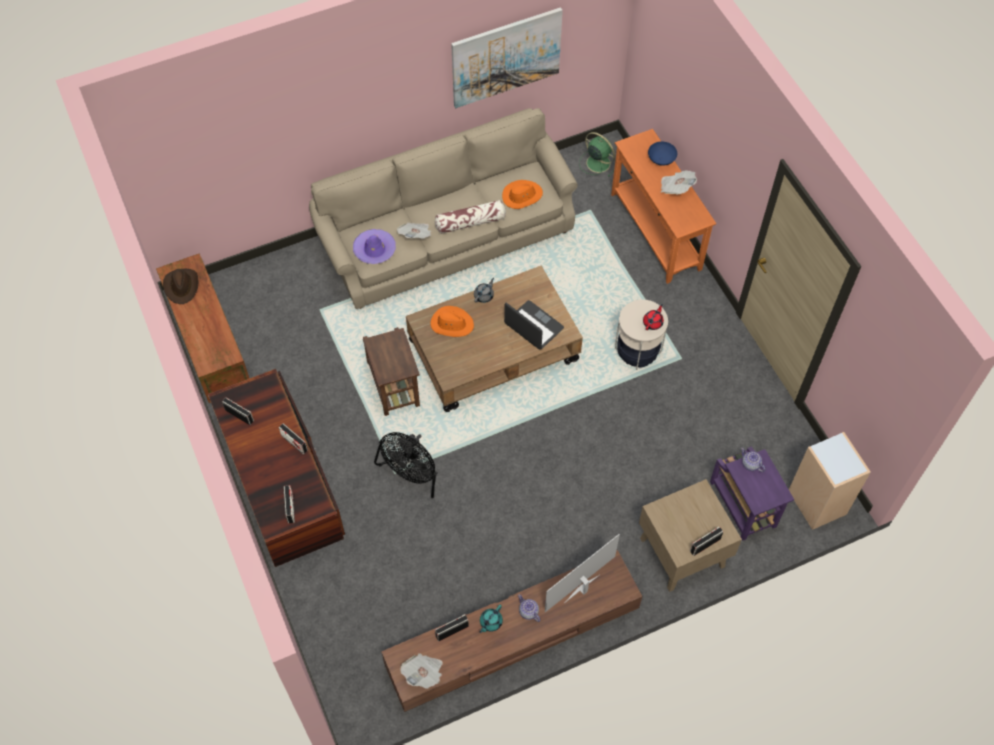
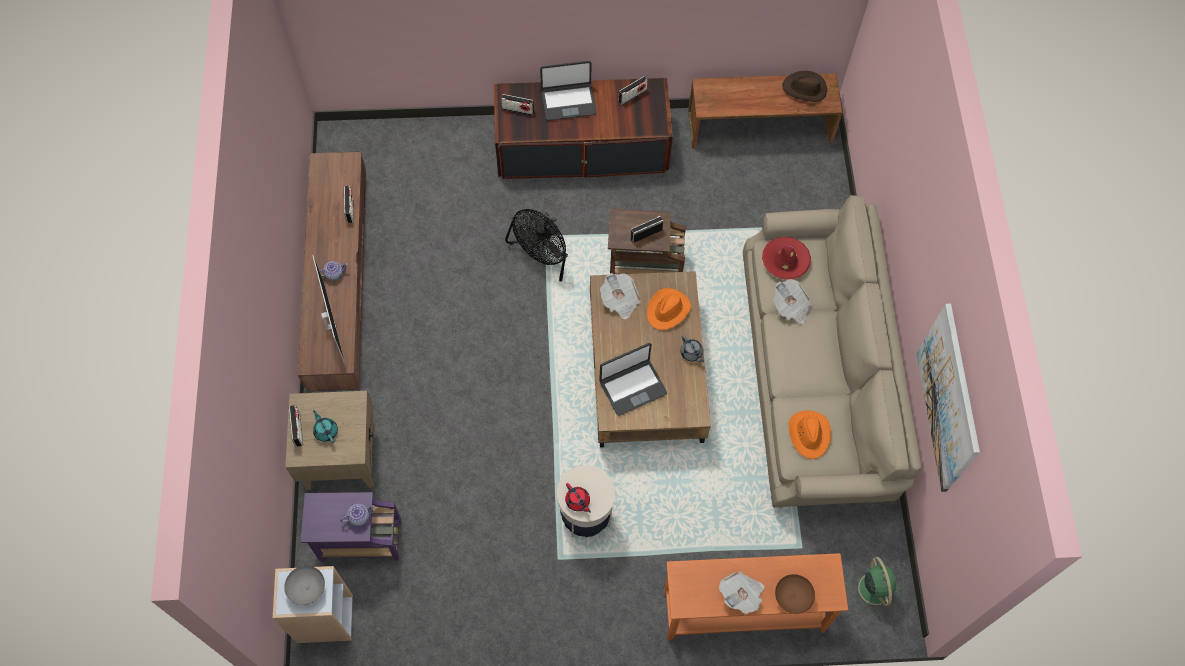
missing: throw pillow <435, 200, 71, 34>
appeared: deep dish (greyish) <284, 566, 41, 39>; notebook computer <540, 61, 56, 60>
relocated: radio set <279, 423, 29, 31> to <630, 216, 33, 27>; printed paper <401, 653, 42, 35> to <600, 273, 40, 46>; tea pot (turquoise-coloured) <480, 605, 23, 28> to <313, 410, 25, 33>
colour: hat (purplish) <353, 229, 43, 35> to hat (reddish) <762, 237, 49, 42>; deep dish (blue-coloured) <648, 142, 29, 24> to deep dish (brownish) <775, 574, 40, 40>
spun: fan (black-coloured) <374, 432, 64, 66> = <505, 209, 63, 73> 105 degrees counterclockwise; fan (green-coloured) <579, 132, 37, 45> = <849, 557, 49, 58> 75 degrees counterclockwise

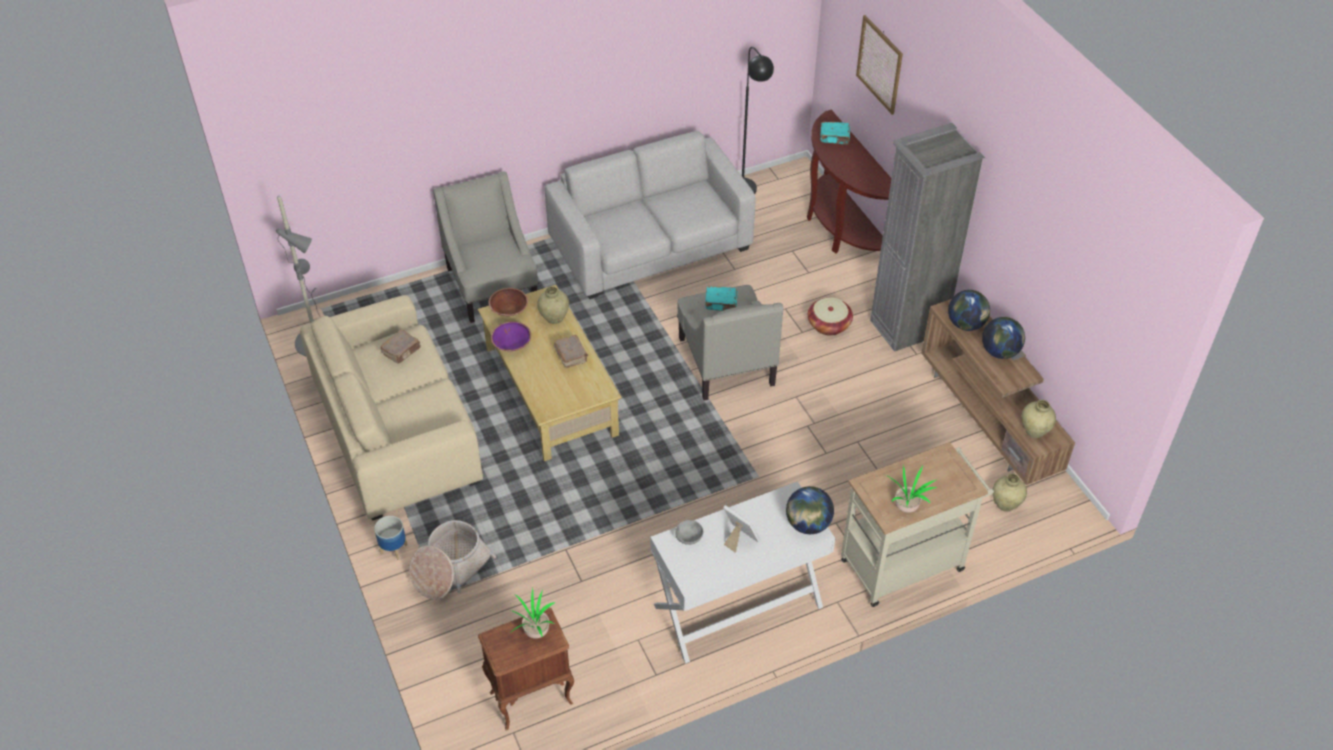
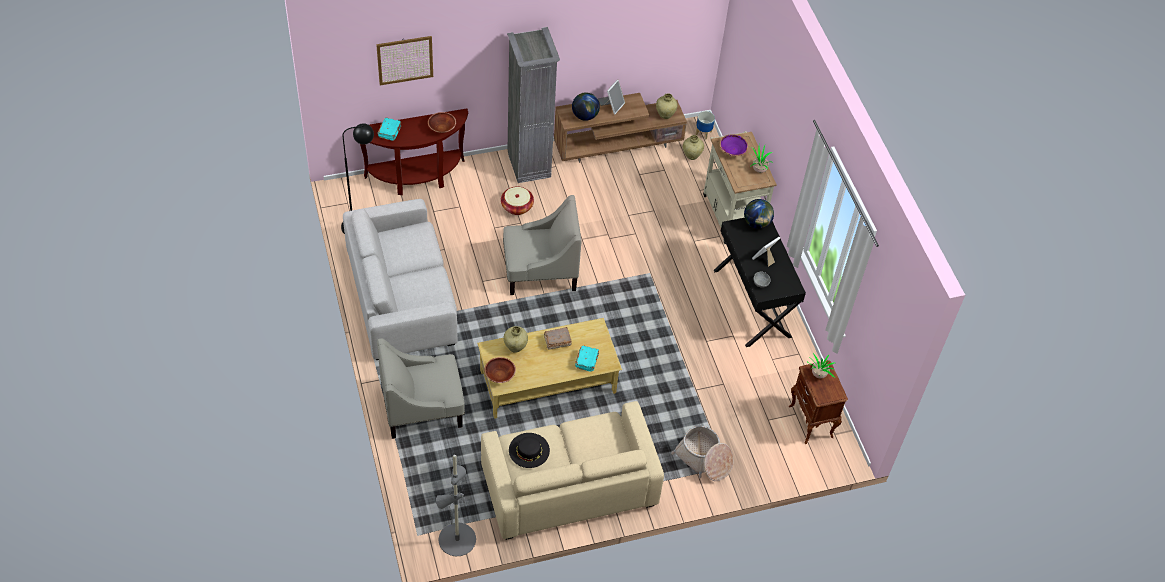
appeared: deep dish (brownish) <428, 112, 28, 21>
relocated: flower pot <374, 516, 33, 44> to <696, 111, 19, 28>; deep dish (purplish) <491, 321, 40, 30> to <720, 134, 28, 22>; book (turquoise-coloured) <705, 286, 33, 25> to <575, 345, 24, 27>
exchanged: book (brownish) <380, 330, 41, 34> to hat (black-coloured) <509, 433, 41, 35>; desk globe <982, 317, 43, 42> to photo frame <605, 80, 20, 34>
colour: narrow table (whitish) <650, 481, 185, 183> to narrow table (black-coloured) <714, 218, 92, 129>

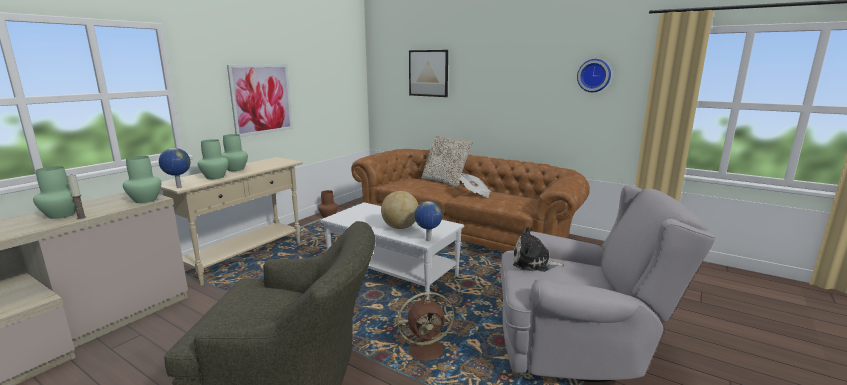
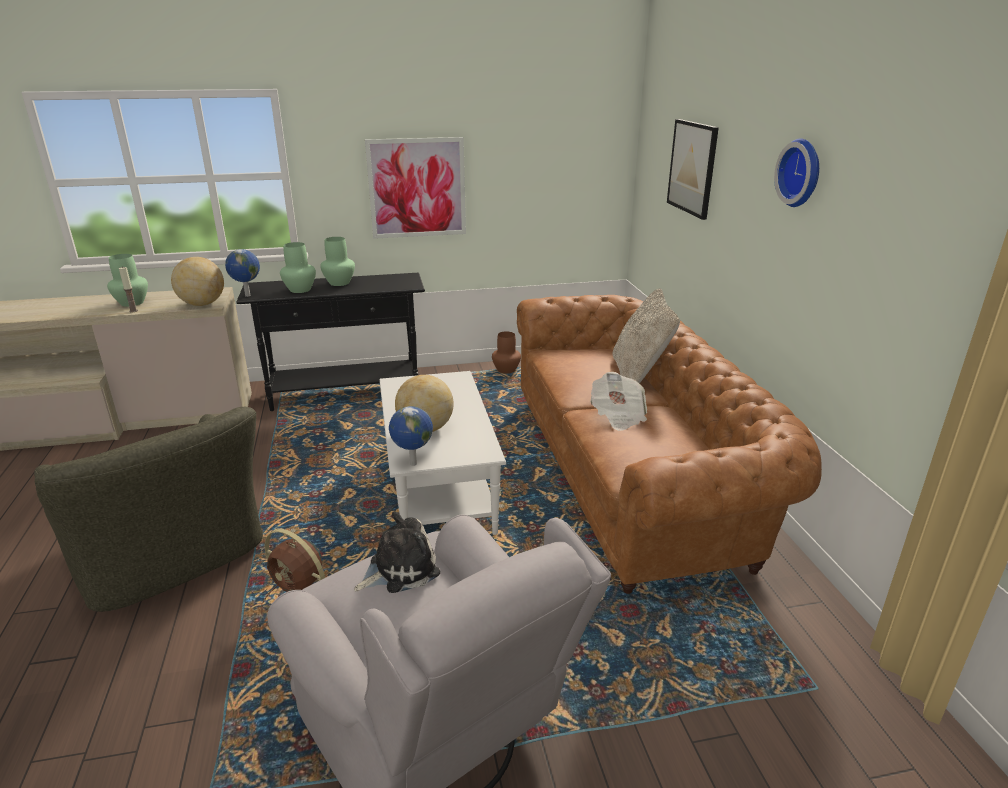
relocated: hanging clock <577, 59, 34, 33> to <774, 138, 45, 69>
exchanged: flower vase (green-coloured) <123, 156, 39, 47> to desk globe <171, 257, 53, 49>
colour: narrow table (sand-coloured) <161, 157, 142, 129> to narrow table (black-coloured) <236, 273, 189, 138>
spun: cuddly toy <513, 227, 52, 45> = <354, 511, 86, 82> 90 degrees clockwise

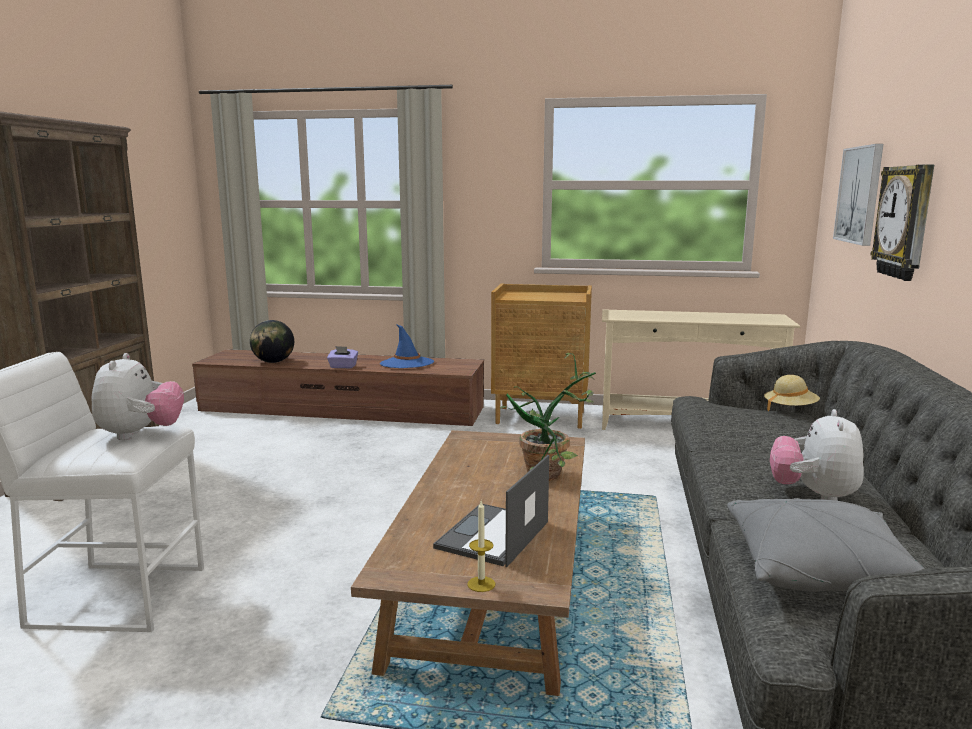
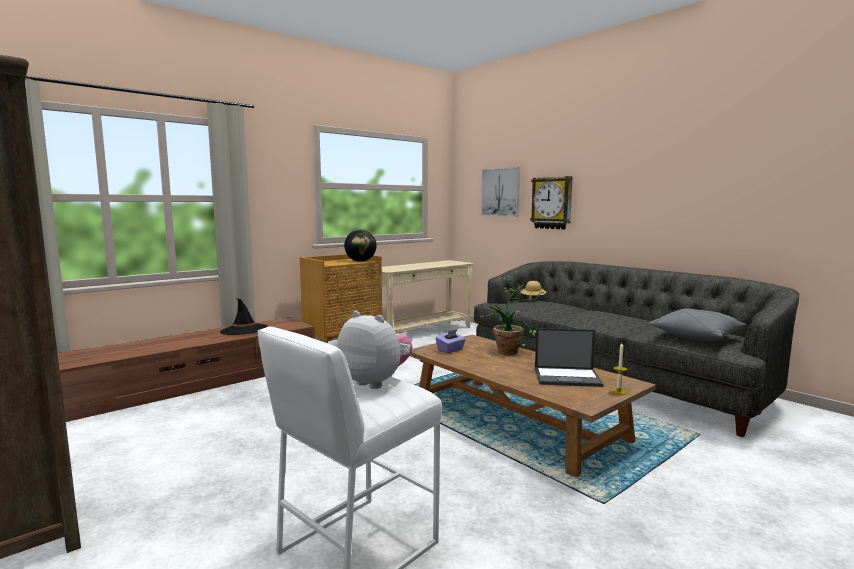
missing: cuddly toy <770, 409, 94, 92>
relocated: desk globe <250, 320, 44, 43> to <344, 230, 32, 32>; tissue box (purplish) <327, 346, 31, 22> to <436, 329, 30, 24>
colour: hat (blue-coloured) <380, 324, 54, 44> to hat (black-coloured) <220, 298, 48, 37>
spun: notebook computer <433, 455, 116, 112> = <535, 328, 68, 59> 60 degrees counterclockwise

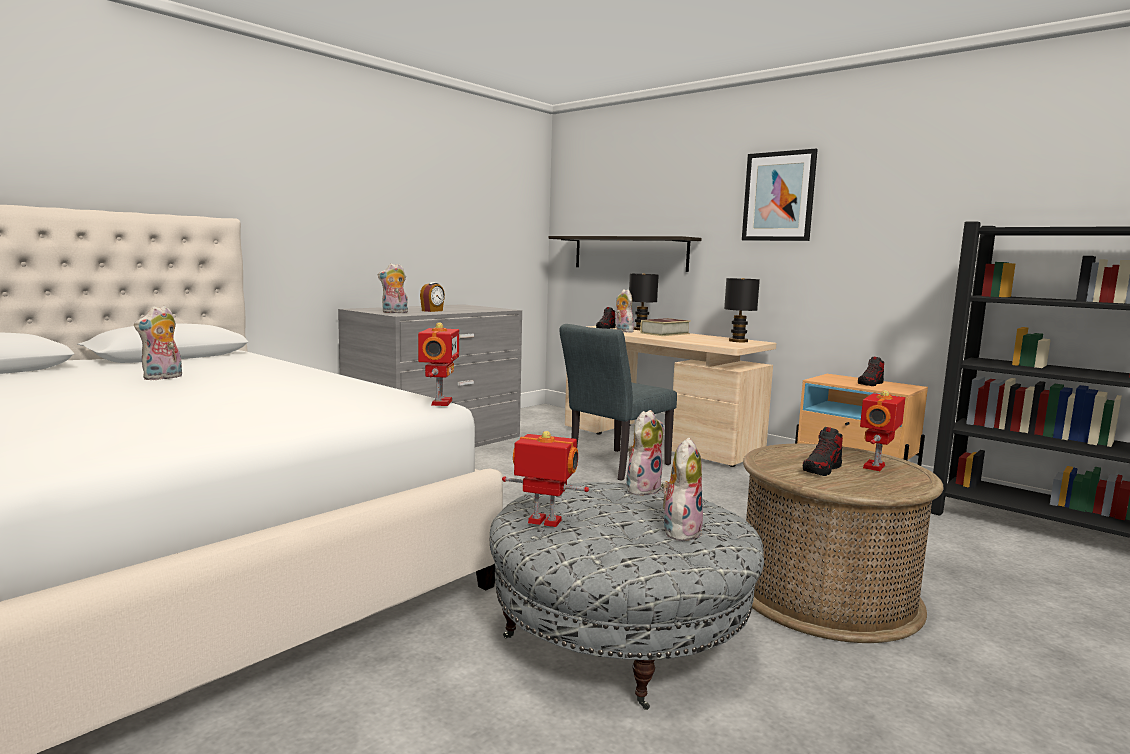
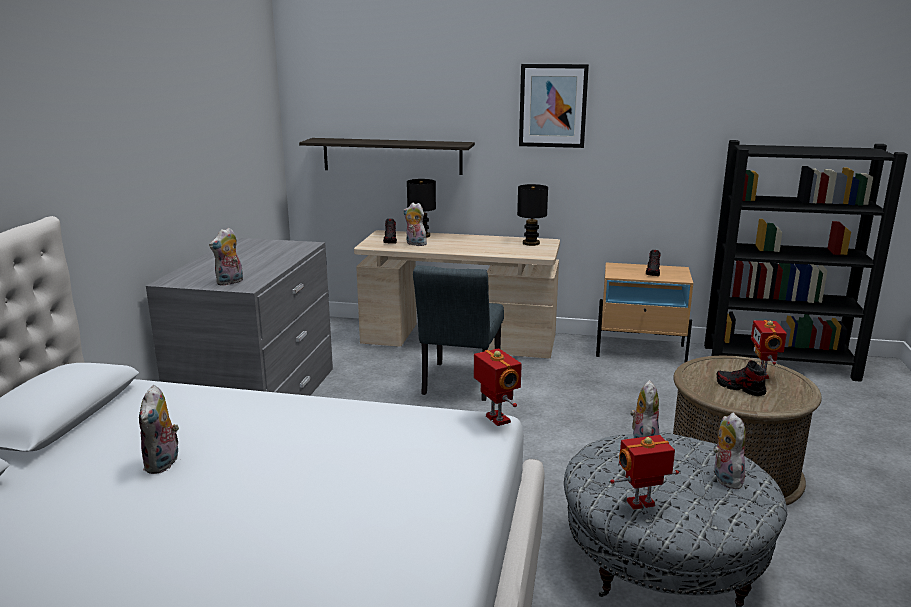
missing: table clock <420, 282, 25, 30>; book <640, 318, 51, 18>
spun: low shoe <803, 427, 40, 49> = <716, 361, 50, 35> 120 degrees clockwise

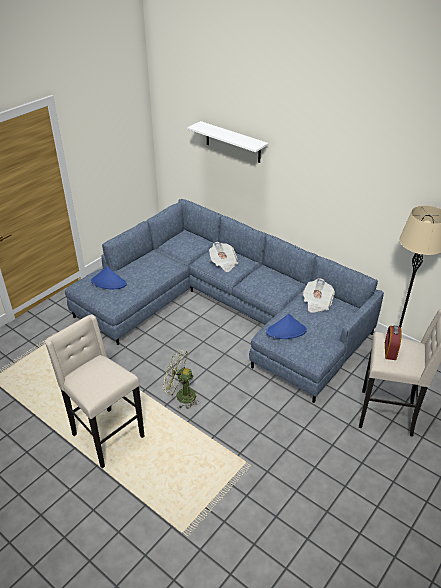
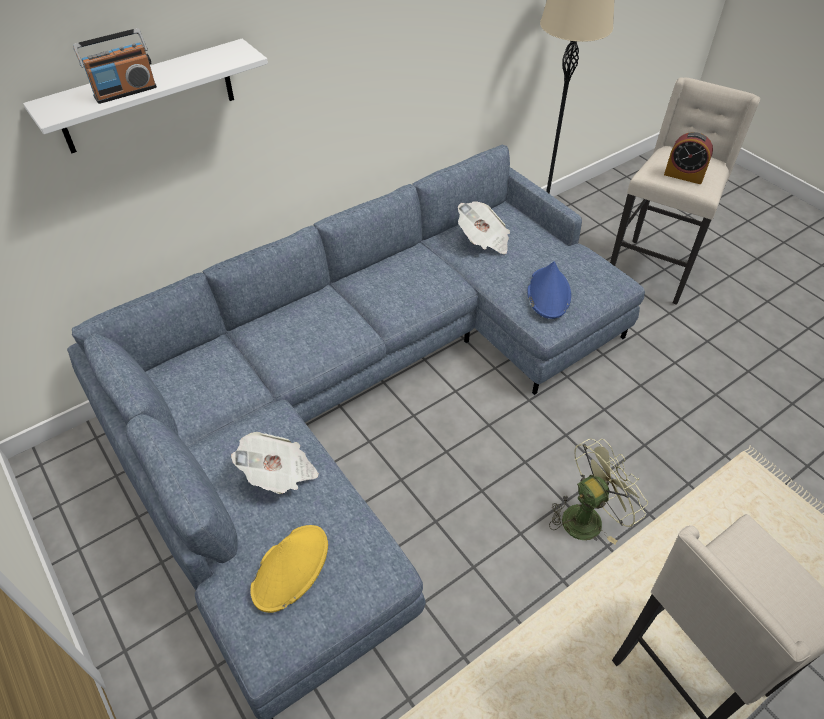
appeared: radio set <73, 28, 84, 76>
relocated: printed paper <209, 242, 29, 30> to <231, 432, 88, 62>
colour: hat (blue-coloured) <91, 266, 36, 23> to hat (yellowish) <250, 525, 78, 88>
spun: fan (green-coloured) <163, 349, 37, 60> = <549, 439, 99, 105> 150 degrees counterclockwise

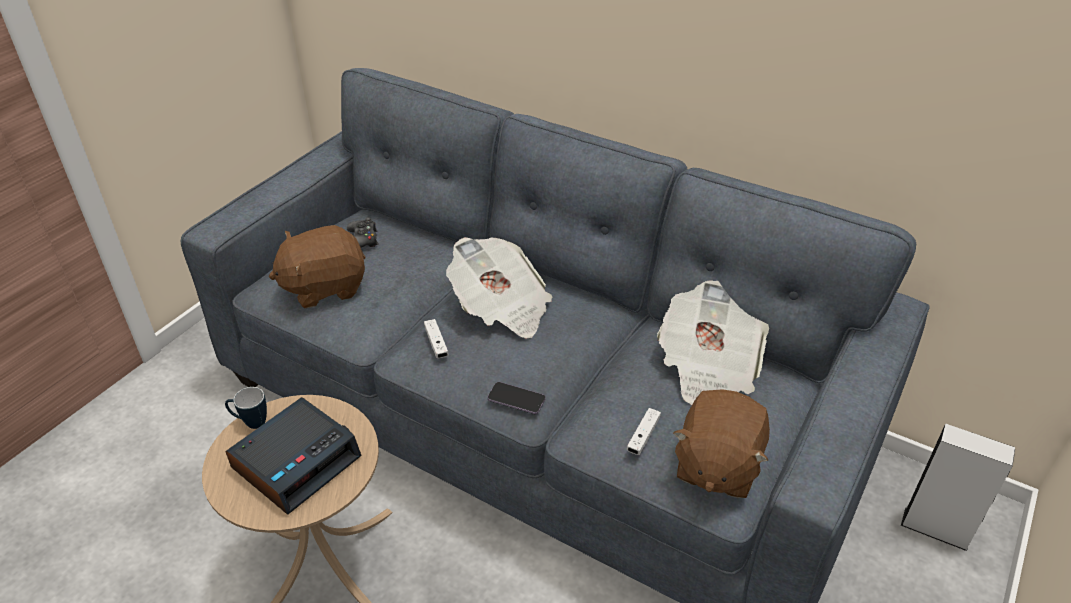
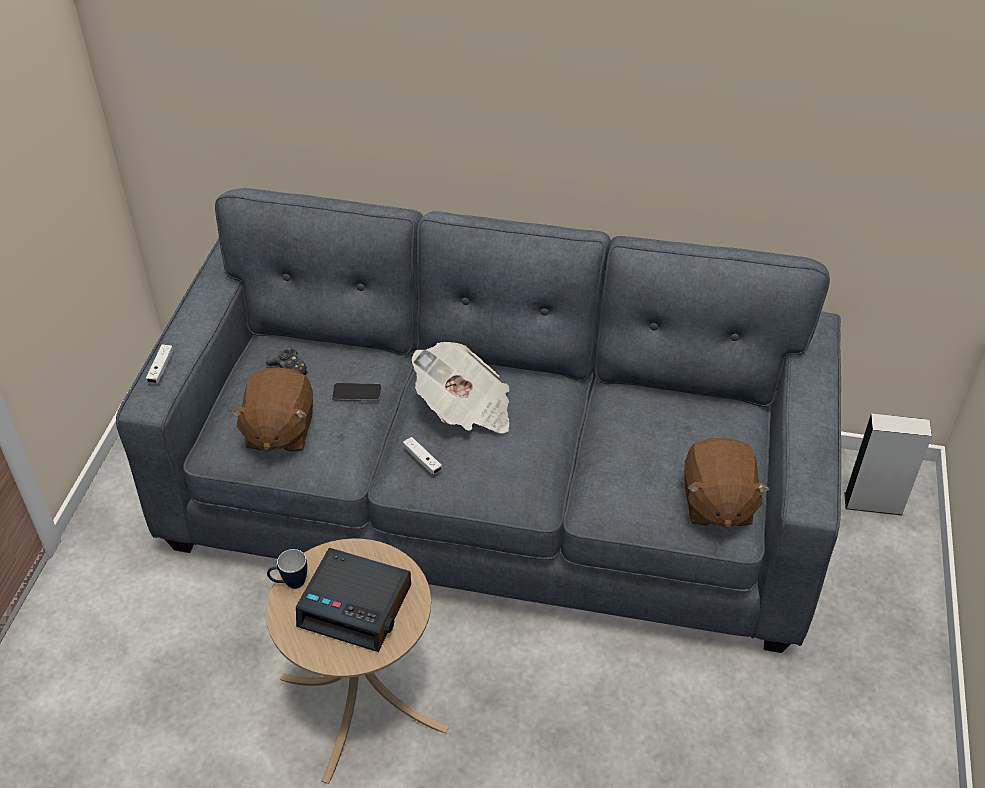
missing: printed paper <657, 280, 112, 125>
relocated: phone <488, 382, 58, 32> to <332, 383, 50, 18>; gamepad (whitish) <627, 408, 34, 47> to <146, 345, 27, 38>
spun: table clock <226, 397, 136, 118> = <296, 548, 115, 104> 90 degrees clockwise; cuddly toy (brownish) <269, 225, 96, 83> = <230, 367, 83, 85> 45 degrees counterclockwise

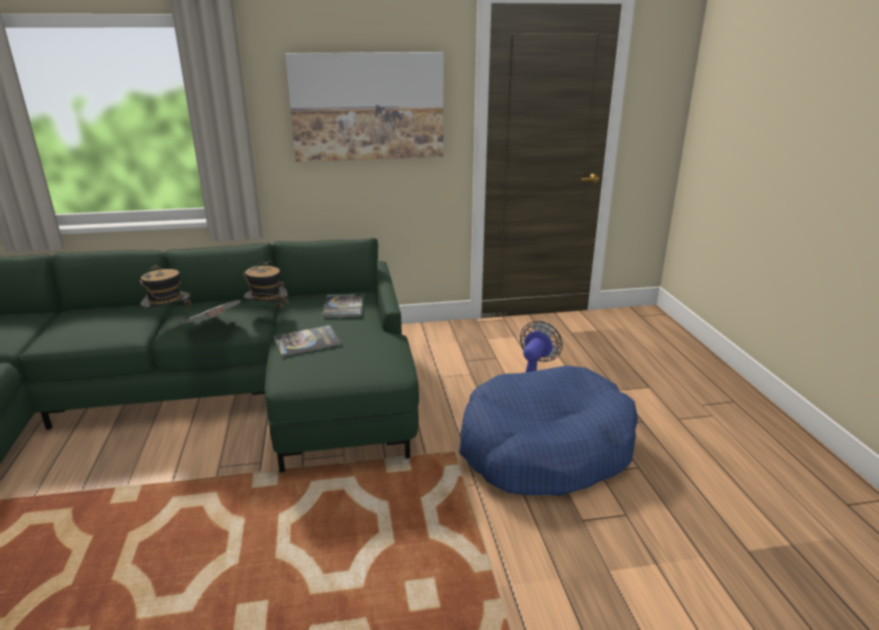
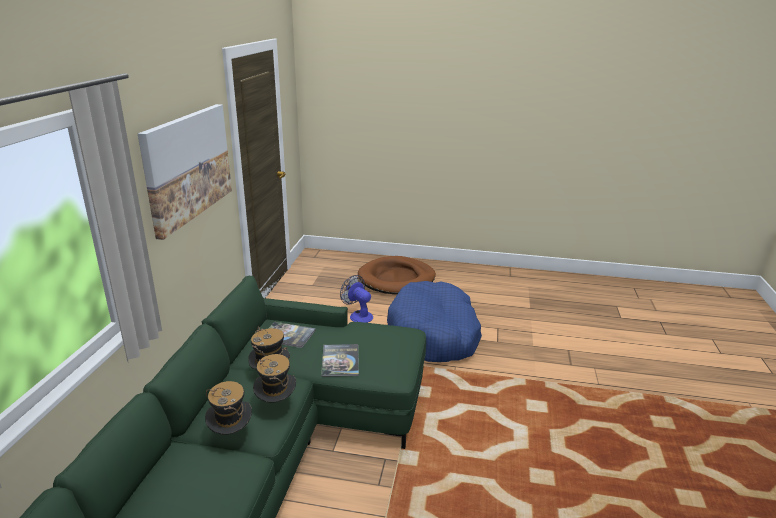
appeared: dog bed (brownish) <358, 256, 78, 38>
exchanged: printed paper <183, 300, 58, 24> to hat <253, 354, 43, 49>

